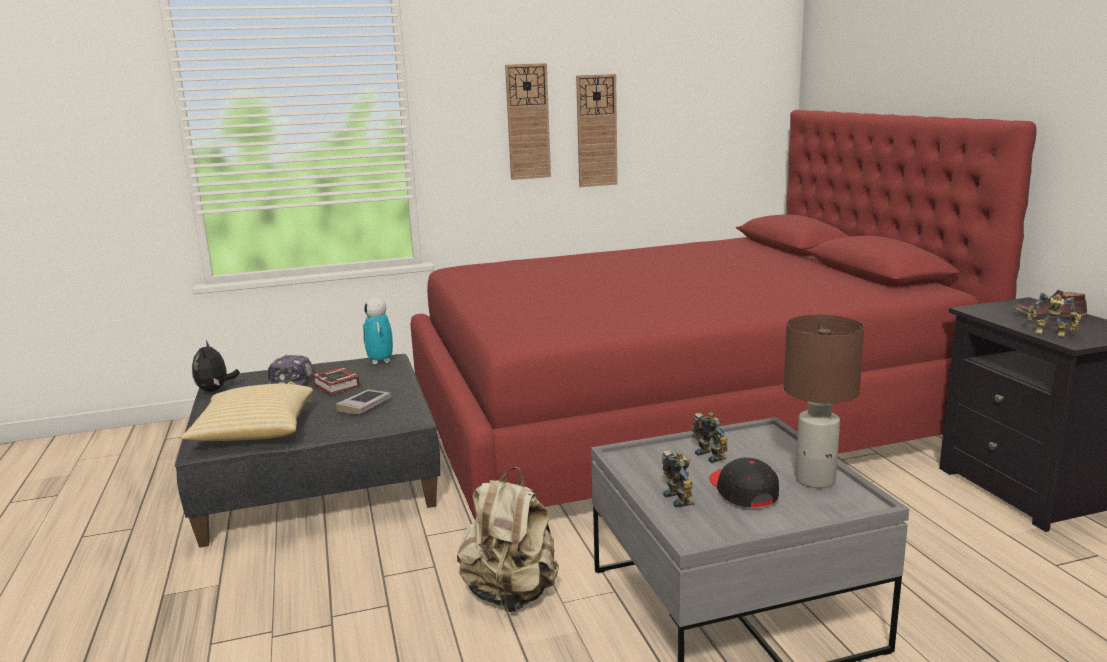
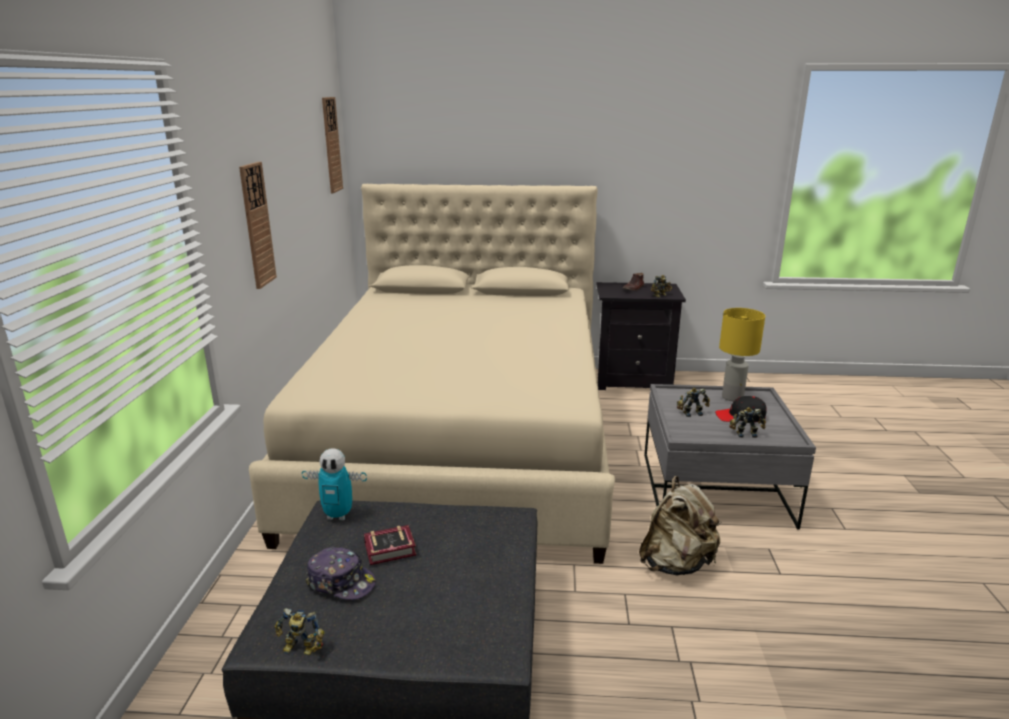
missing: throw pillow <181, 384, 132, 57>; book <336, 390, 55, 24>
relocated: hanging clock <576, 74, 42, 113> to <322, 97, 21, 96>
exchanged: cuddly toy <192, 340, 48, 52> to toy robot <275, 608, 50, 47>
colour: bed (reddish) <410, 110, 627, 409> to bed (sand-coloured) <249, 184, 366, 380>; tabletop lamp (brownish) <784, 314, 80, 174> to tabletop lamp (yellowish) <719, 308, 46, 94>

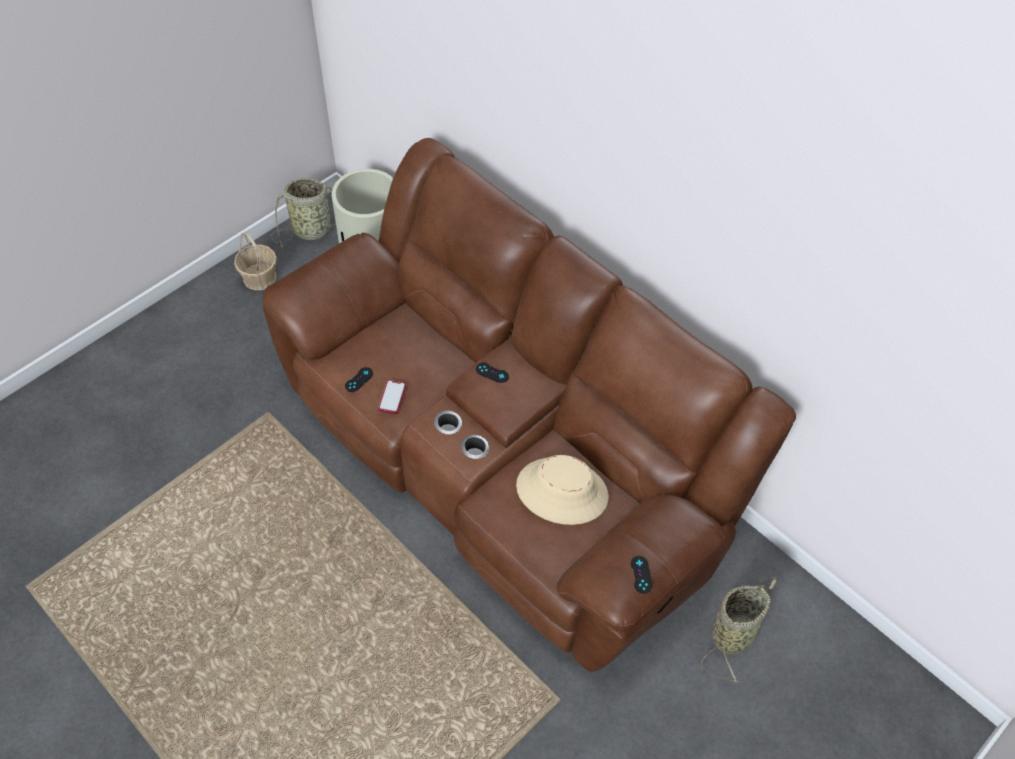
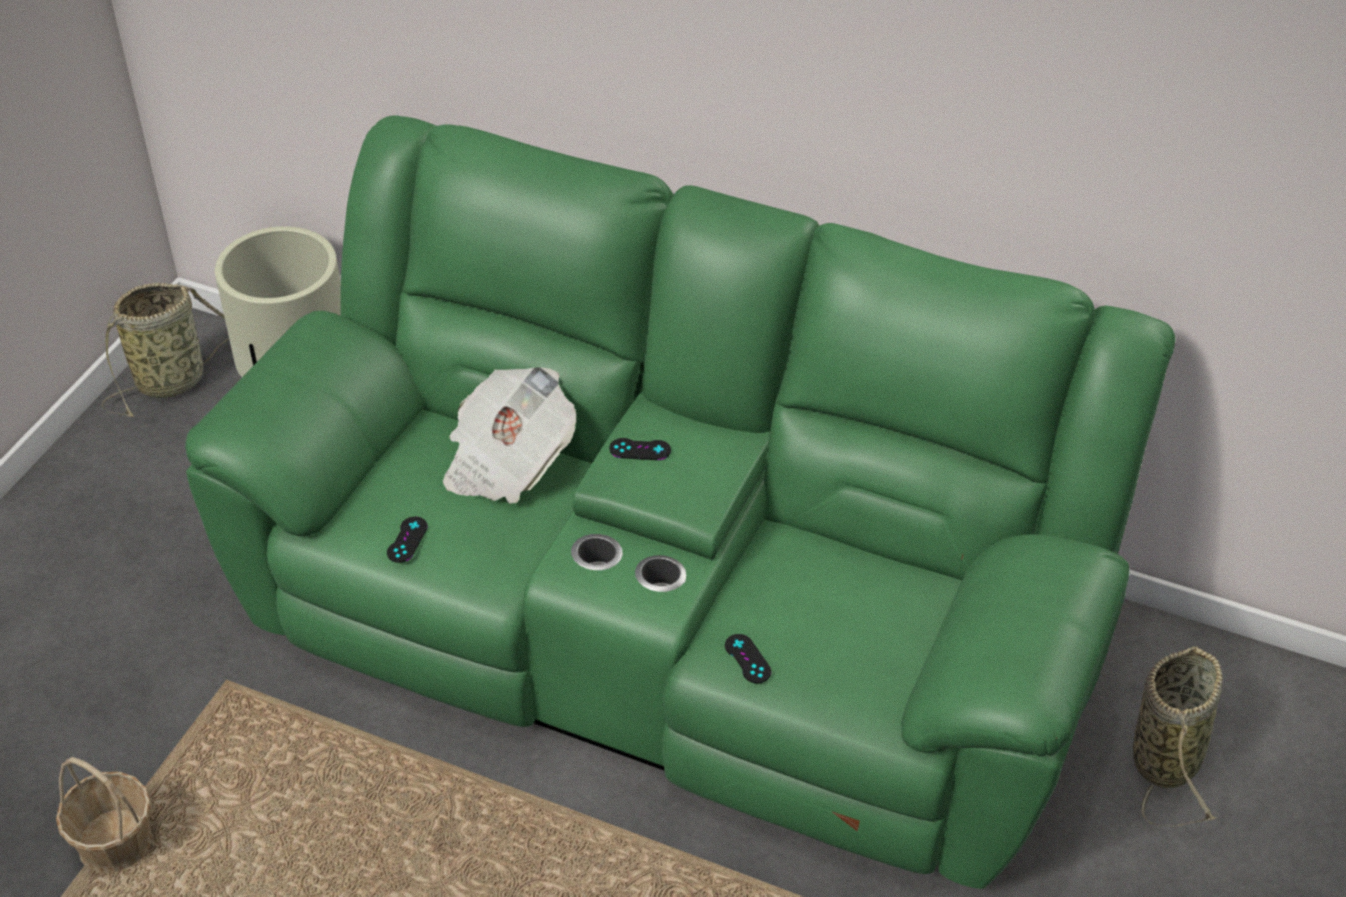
missing: phone <378, 380, 28, 34>; hat (sand-coloured) <516, 455, 93, 70>
appeared: printed paper <443, 368, 133, 136>
relocated: household basket <234, 232, 43, 58> to <56, 757, 96, 115>; gamepad (black-coloured) <631, 556, 21, 37> to <725, 634, 46, 49>
colour: sofa (brownish) <262, 138, 534, 534> to sofa (green-coloured) <185, 115, 990, 774>

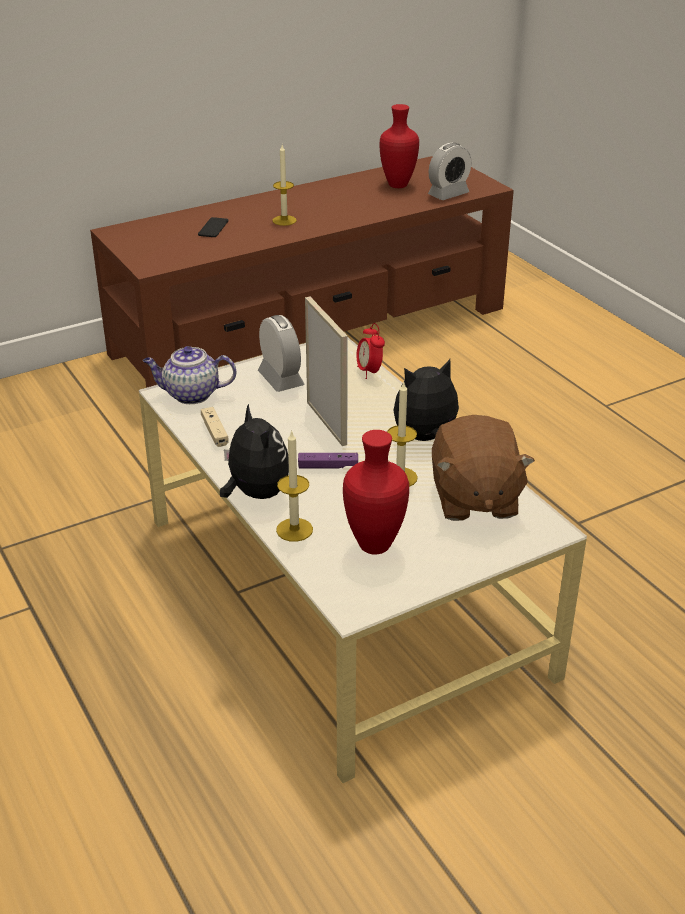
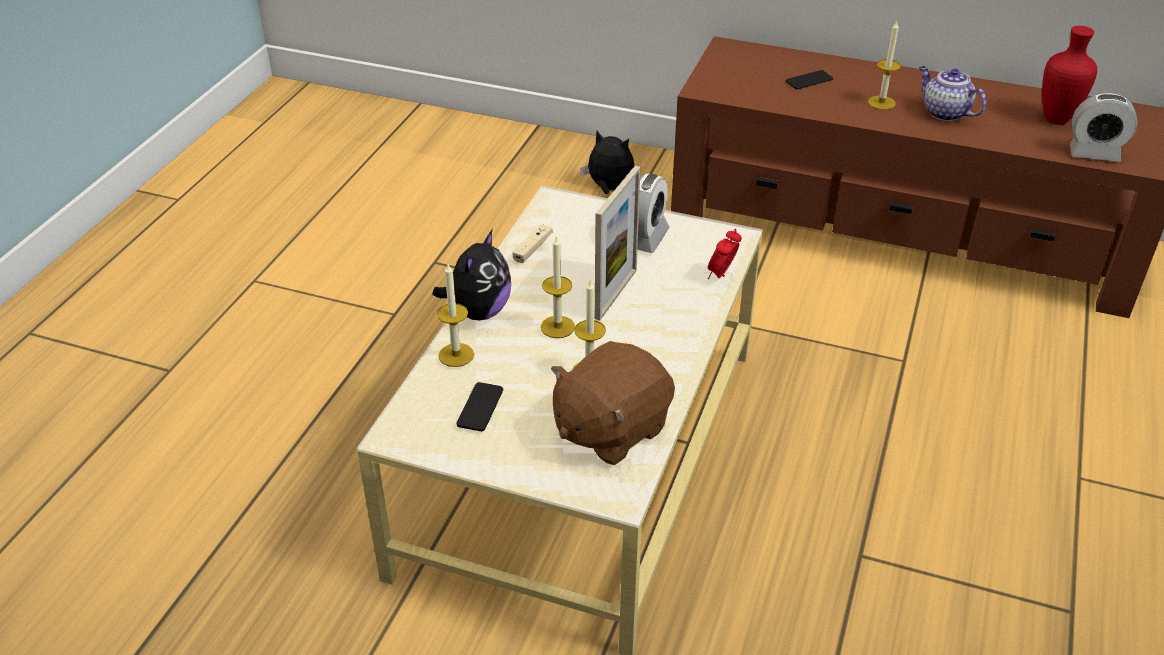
relocated: tea pot <143, 346, 93, 58> to <919, 66, 67, 55>; cuddly toy <393, 359, 66, 82> to <580, 131, 54, 63>
exchanged: gamepad (purplish) <298, 453, 60, 16> to wax light <541, 235, 34, 103>; flower vase (reddish) <343, 430, 66, 125> to phone <457, 382, 46, 49>

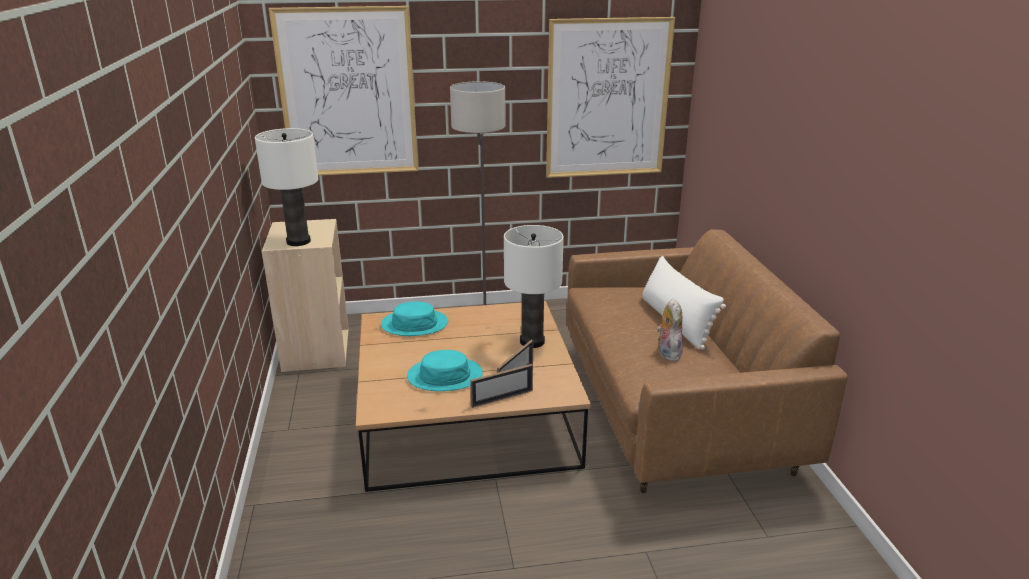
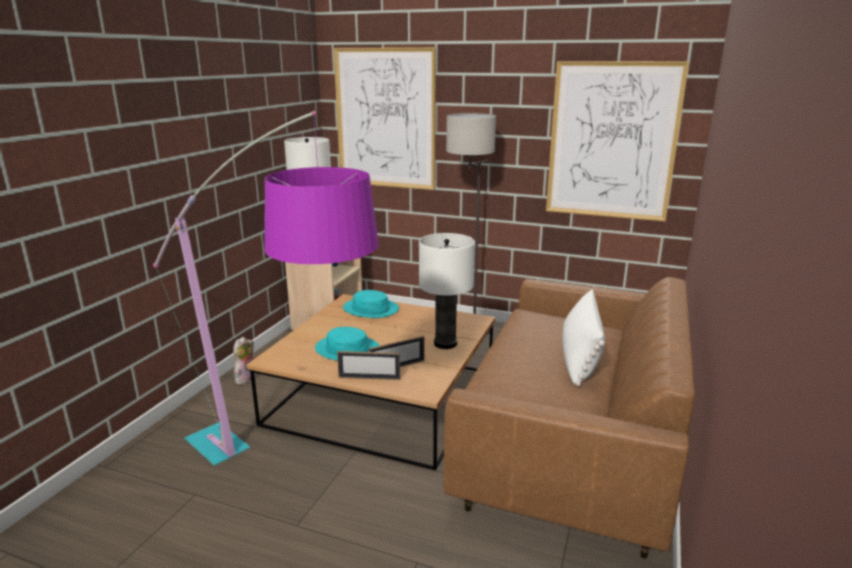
appeared: floor lamp <153, 111, 226, 355>
relocated: cuddly toy <657, 298, 27, 63> to <233, 337, 23, 48>

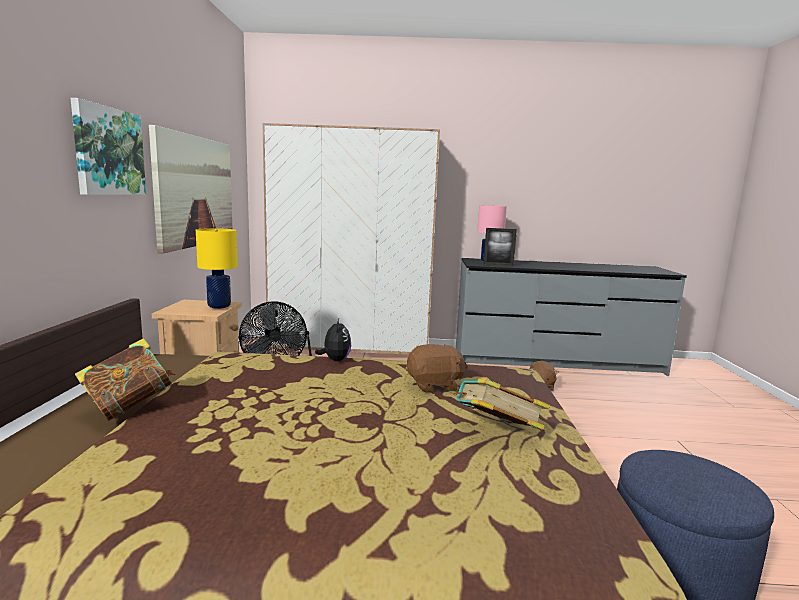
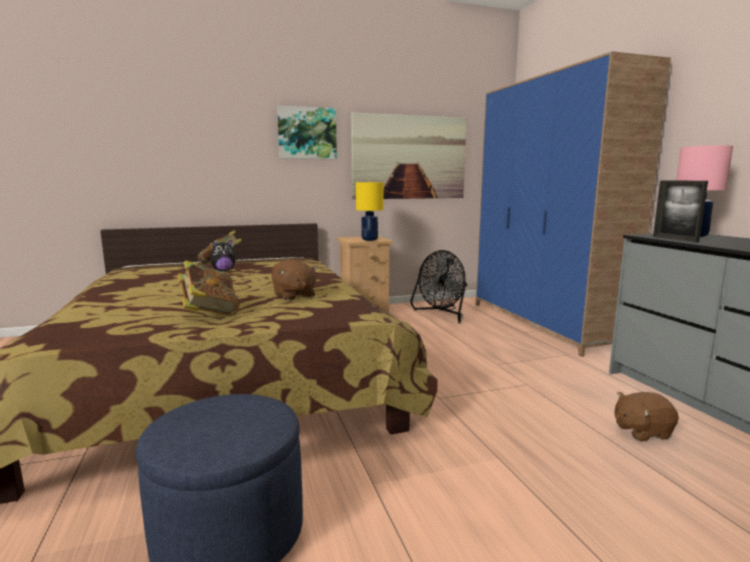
relocated: cuddly toy <315, 319, 36, 42> to <210, 240, 26, 31>
colour: wardrobe (whitish) <262, 123, 178, 232> to wardrobe (blue-coloured) <476, 51, 195, 306>

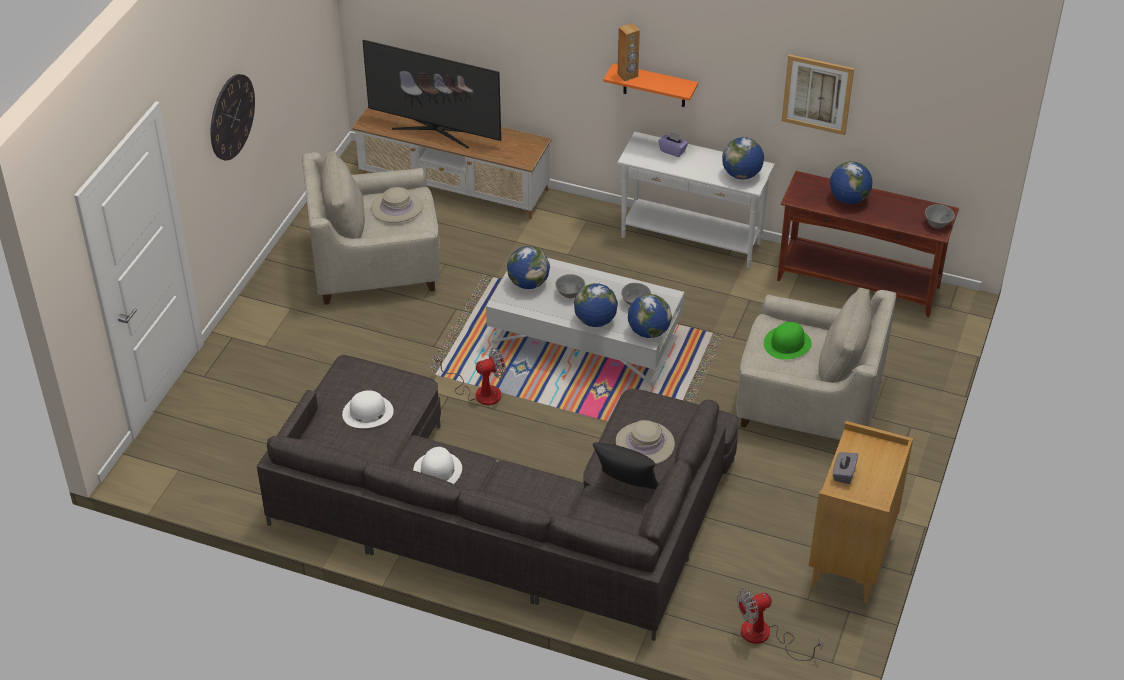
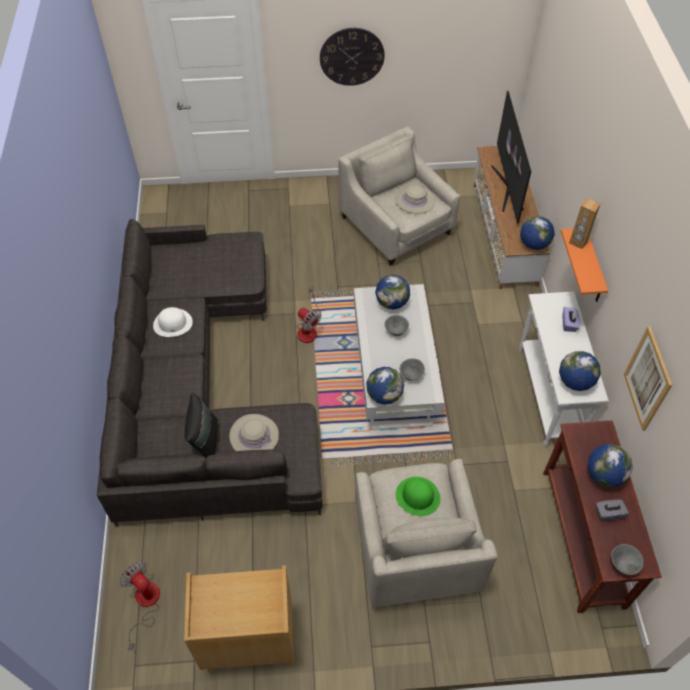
missing: hat (whitish) <342, 390, 52, 38>
relocated: desk globe <574, 283, 44, 44> to <520, 216, 35, 34>; tissue box (greyish) <833, 452, 25, 32> to <596, 499, 33, 22>

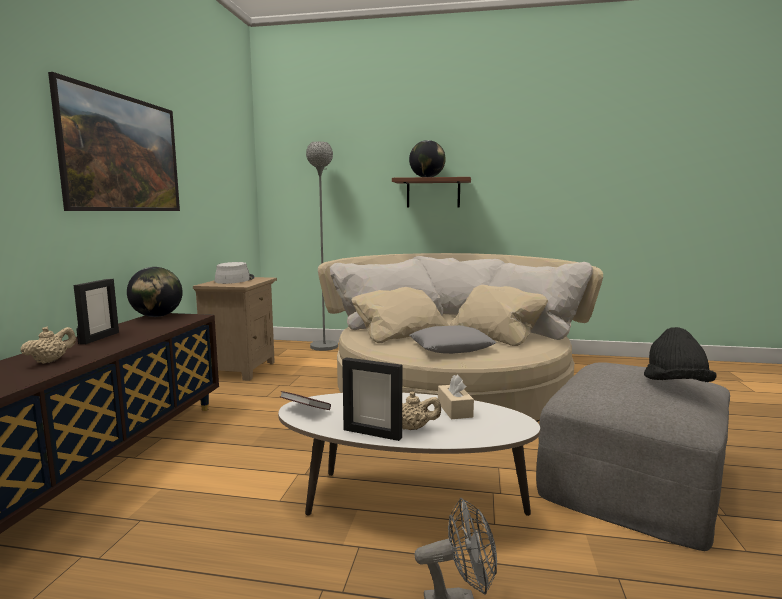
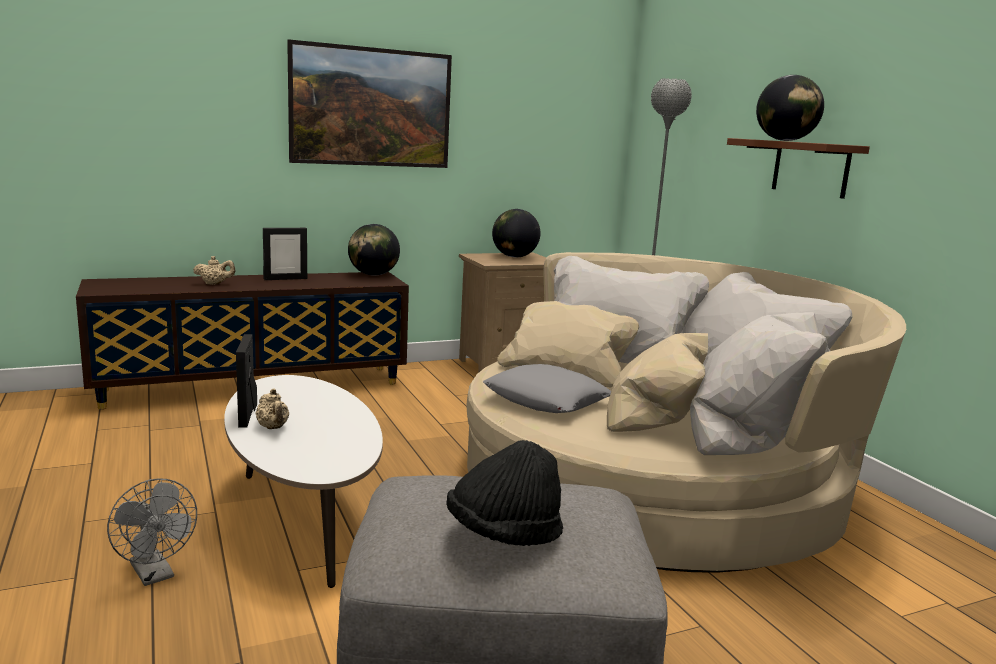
missing: book <280, 391, 51, 19>; tissue box (sand-coloured) <438, 374, 36, 45>
exchanged: hat (greyish) <215, 262, 40, 22> to desk globe <492, 209, 48, 48>

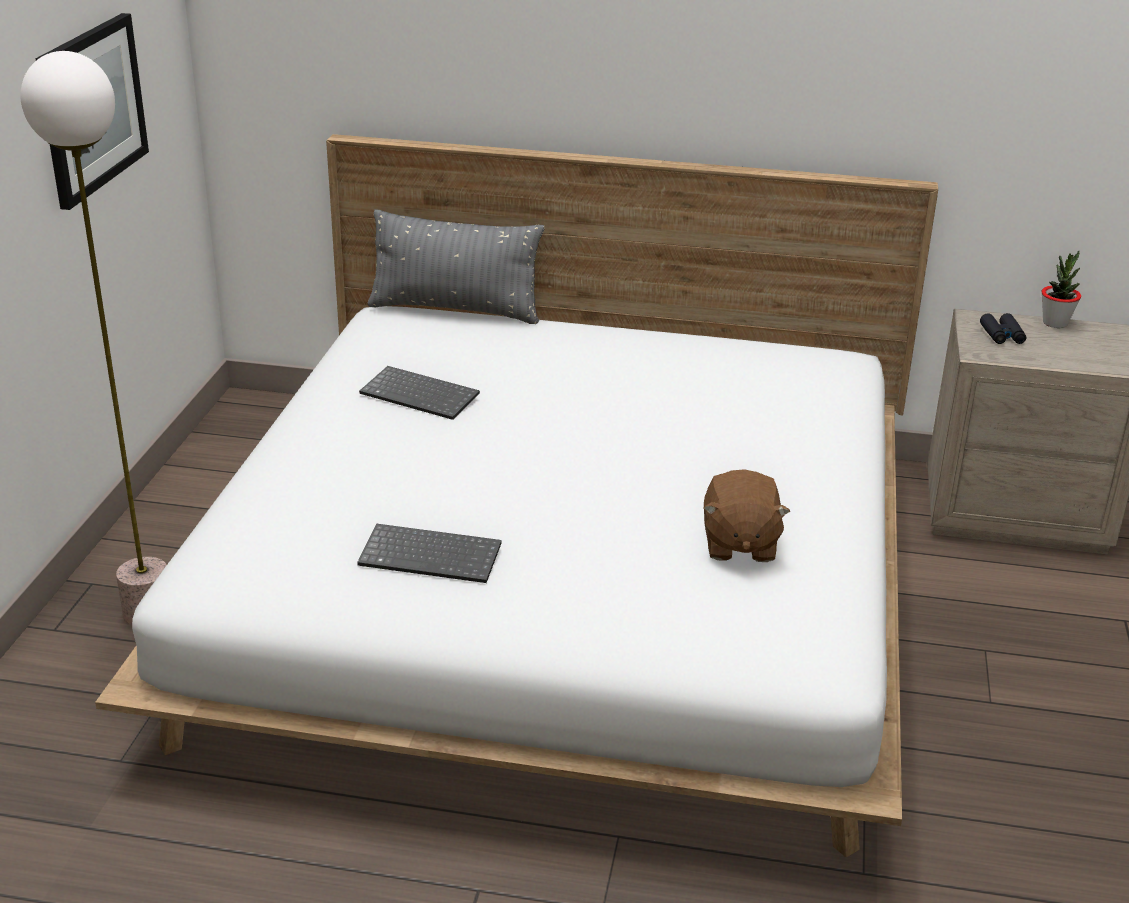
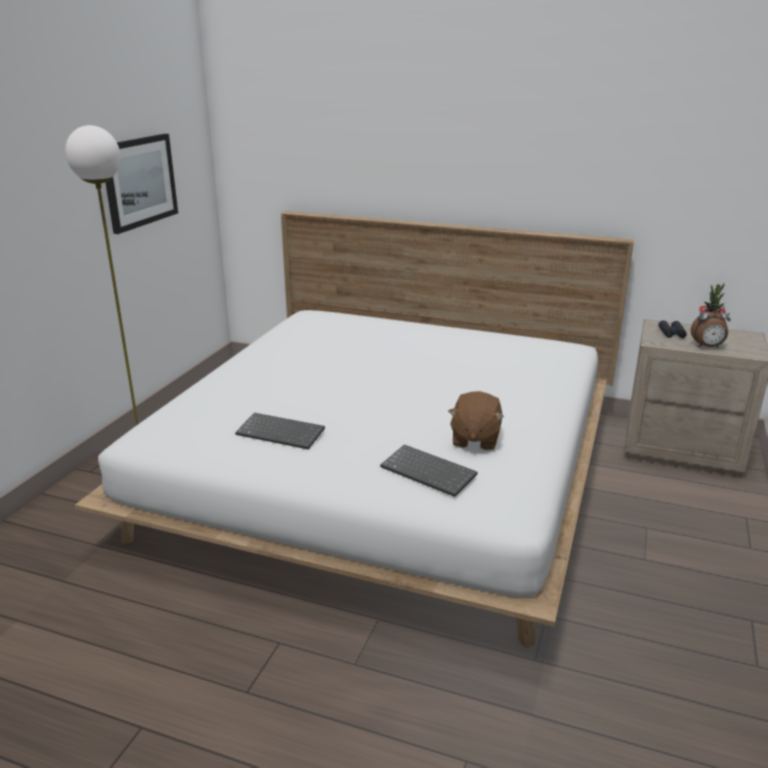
missing: throw pillow (greyish) <368, 209, 177, 115>
appeared: table clock <691, 304, 40, 44>
relocated: PC keyboard <359, 366, 121, 54> to <380, 445, 98, 52>

